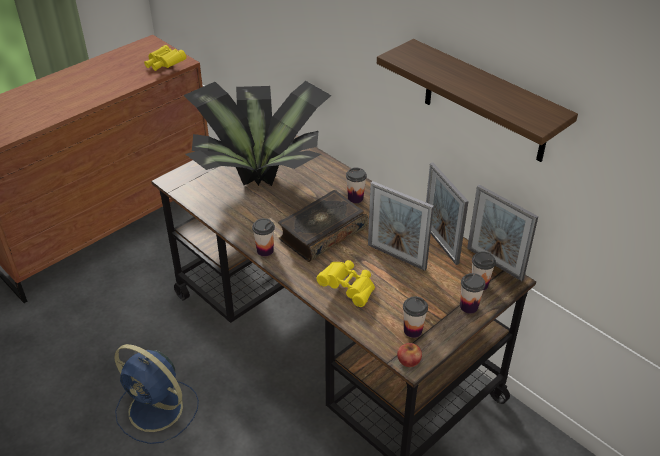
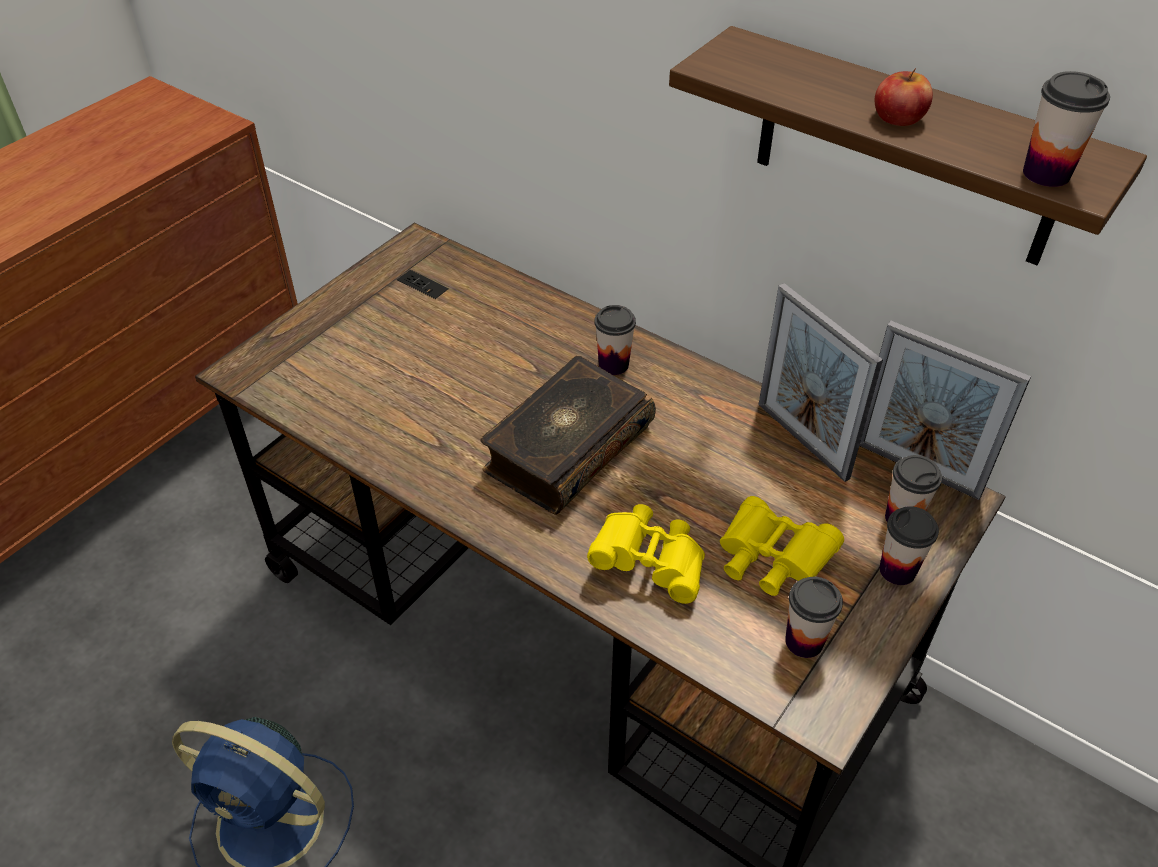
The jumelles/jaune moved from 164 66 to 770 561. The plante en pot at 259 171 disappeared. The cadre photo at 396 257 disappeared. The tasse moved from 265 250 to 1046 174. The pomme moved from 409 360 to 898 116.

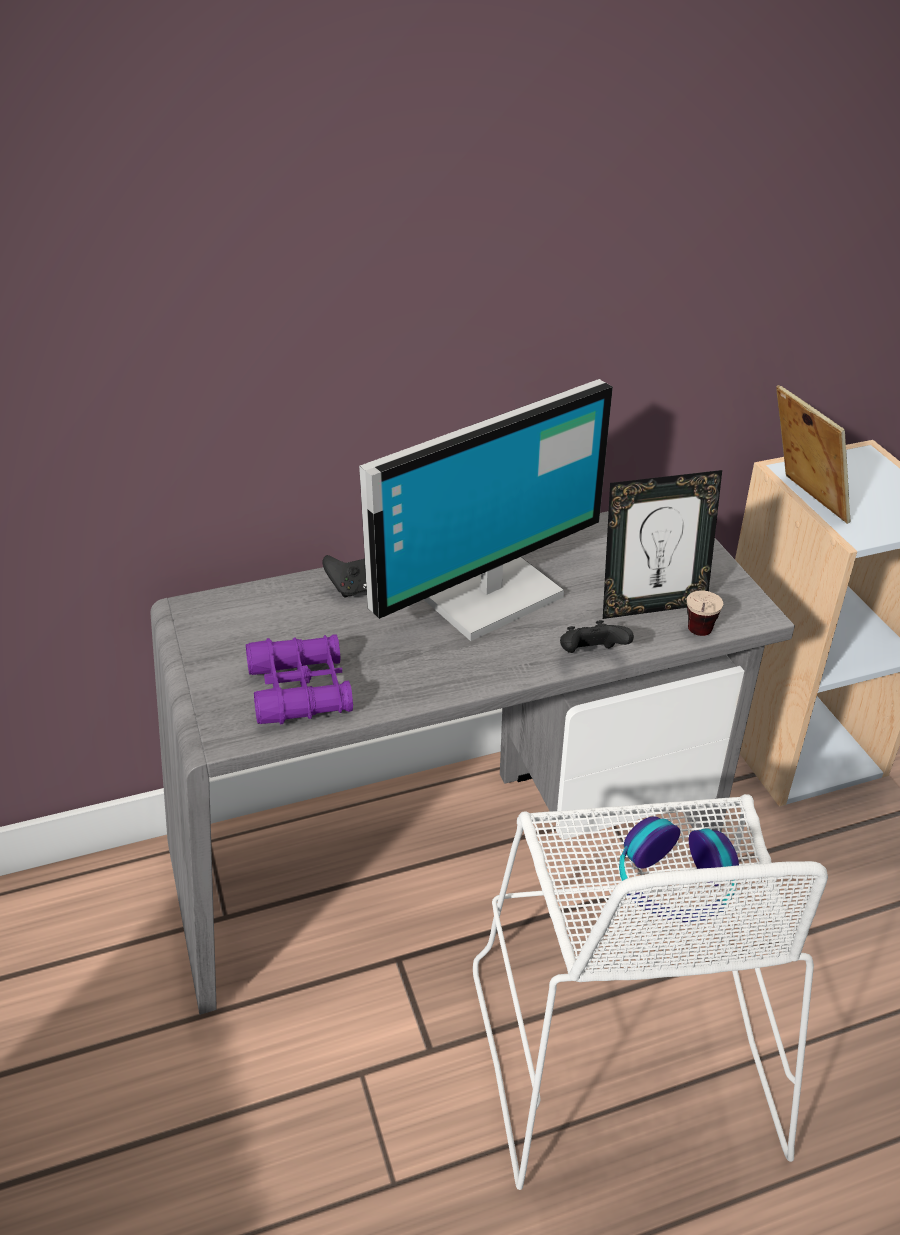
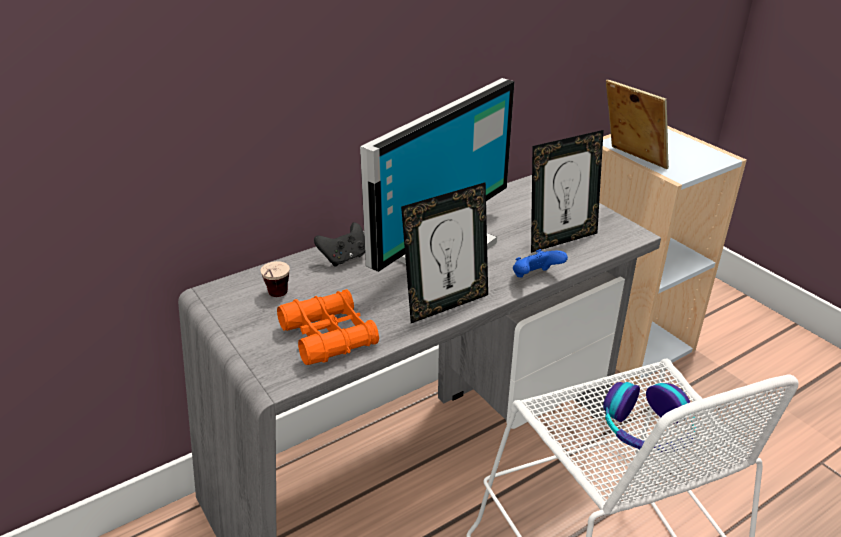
The tasse moved from 698 638 to 275 299. The manette/noir at 591 655 became the manette/bleu at 535 277. The jumelles/violet at 300 690 became the jumelles/orange at 329 336. The cadre photo at 446 304 appeared.

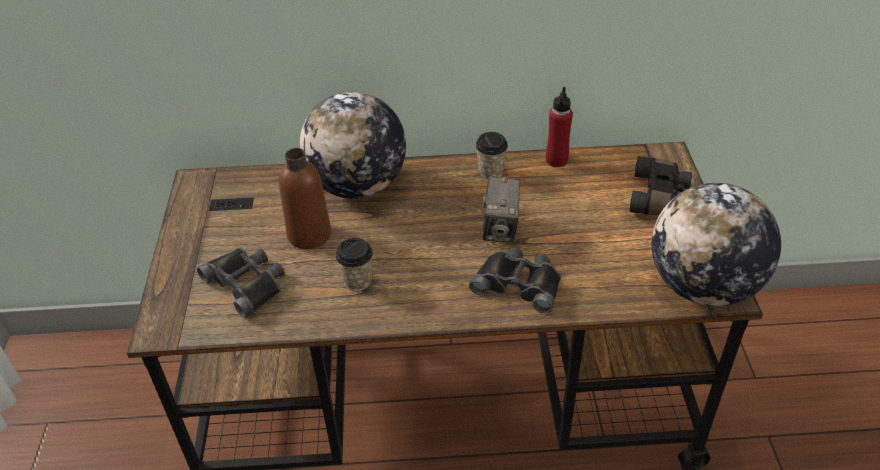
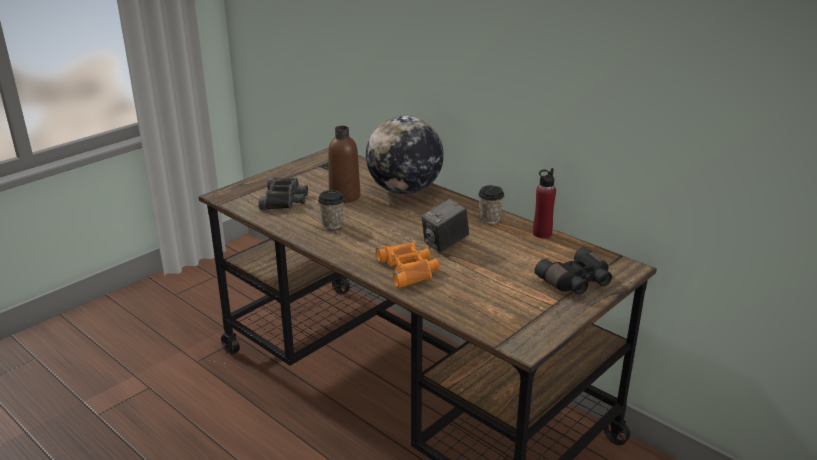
The globe at 703 287 disappeared. The jumelles/noir at 518 283 became the jumelles/orange at 408 269.

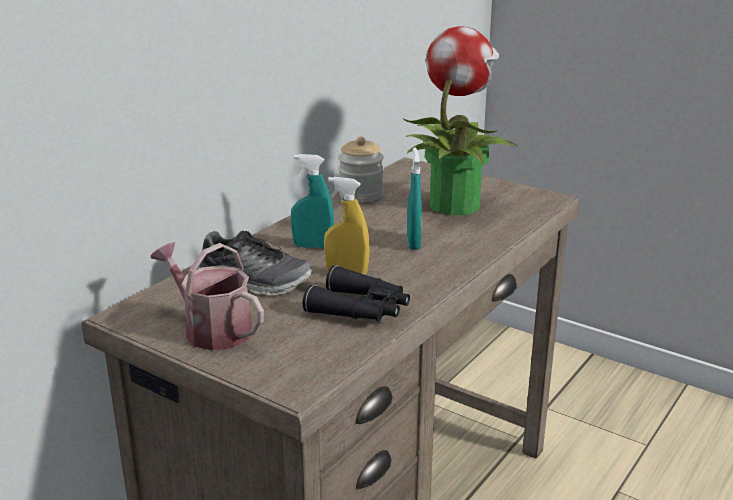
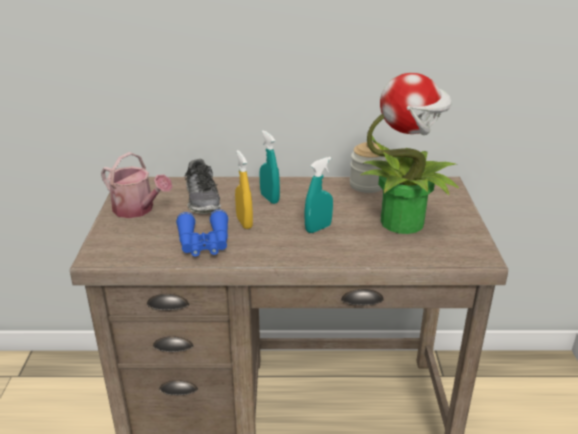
The arrosoir at 211 329 turned 120 degrees clockwise. The jumelles/noir at 360 309 became the jumelles/bleu at 204 243.

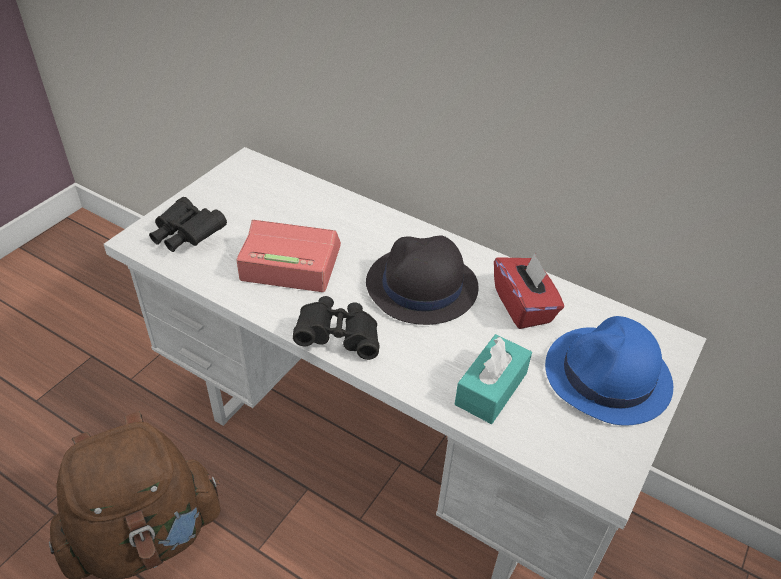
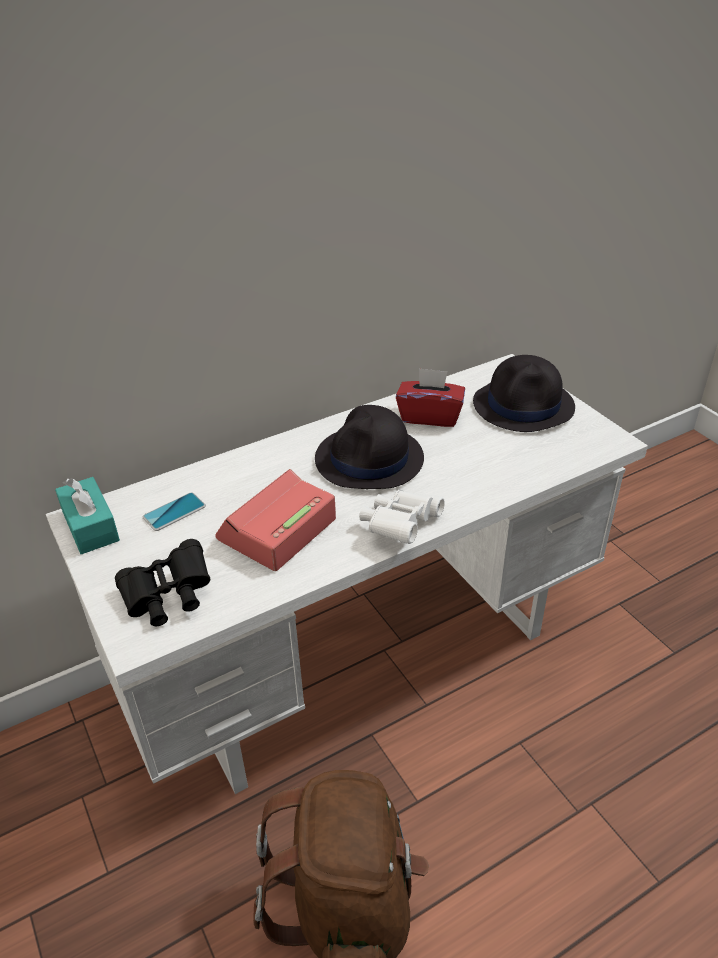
The jumelles/noir at 339 337 became the jumelles/blanc at 400 526. The chapeau/bleu at 607 377 became the chapeau/noir at 524 406. The boîte à mouchoirs/turquoise moved from 491 388 to 90 526. The téléphone at 174 512 appeared.

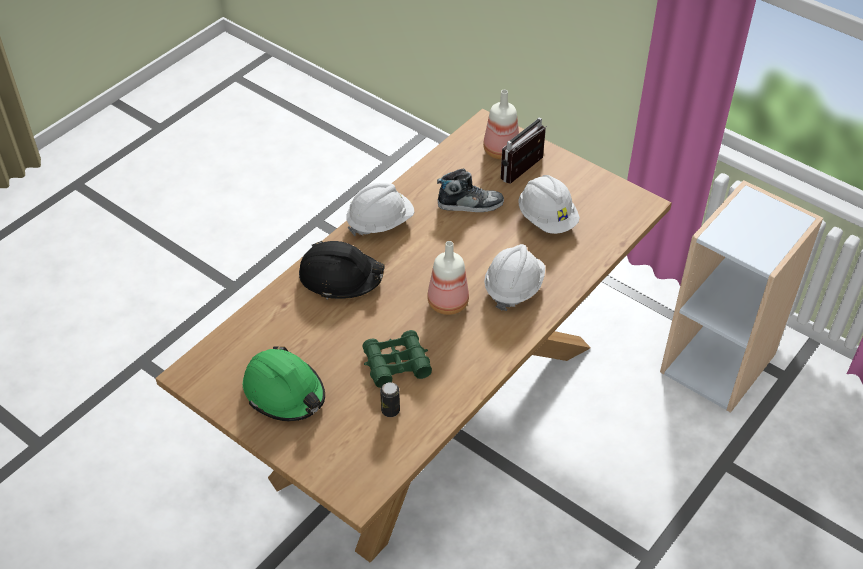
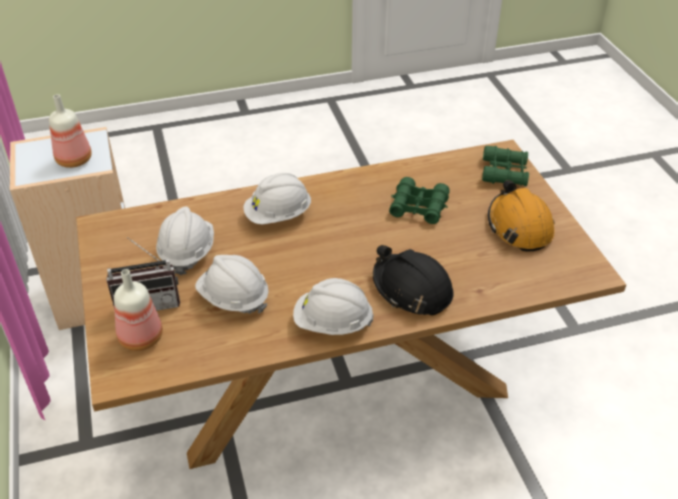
The chaussure at 470 204 was replaced by the casque de chantier/blanc at 233 298. The bouteille moved from 448 304 to 75 159. The casque de chantier/vert at 284 392 became the casque de chantier/orange at 519 226. The boîte métallique at 390 410 disappeared. The jumelles/vert at 504 172 appeared.

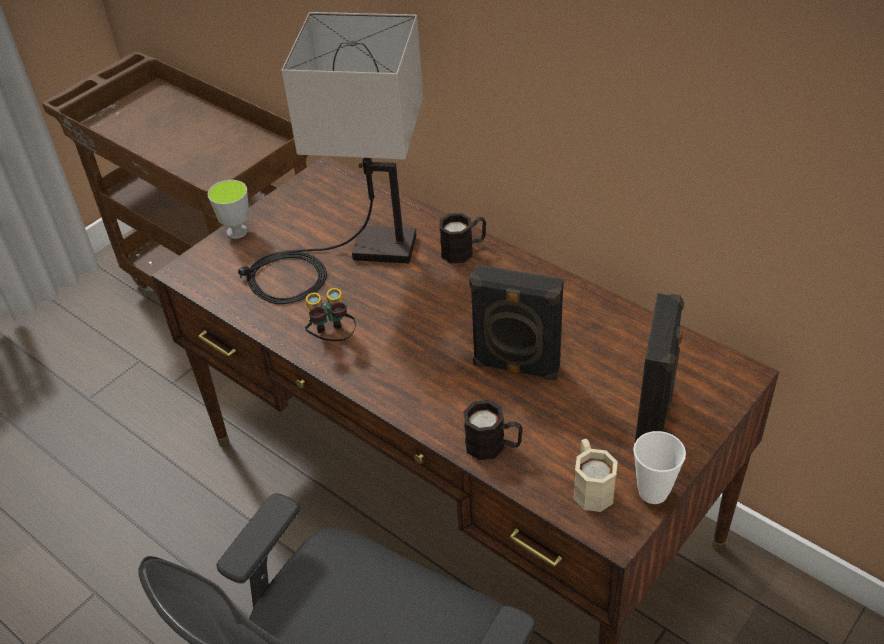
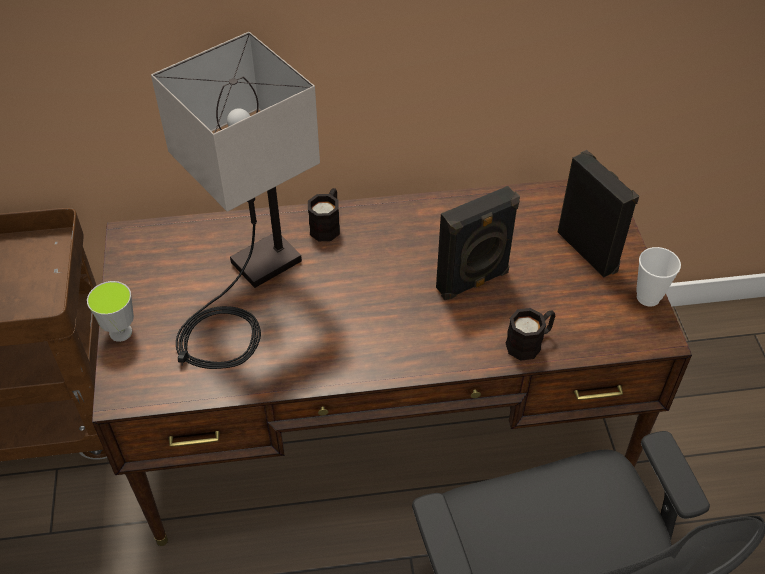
The jumelles at 332 338 disappeared. The mug/beige at 590 486 disappeared.

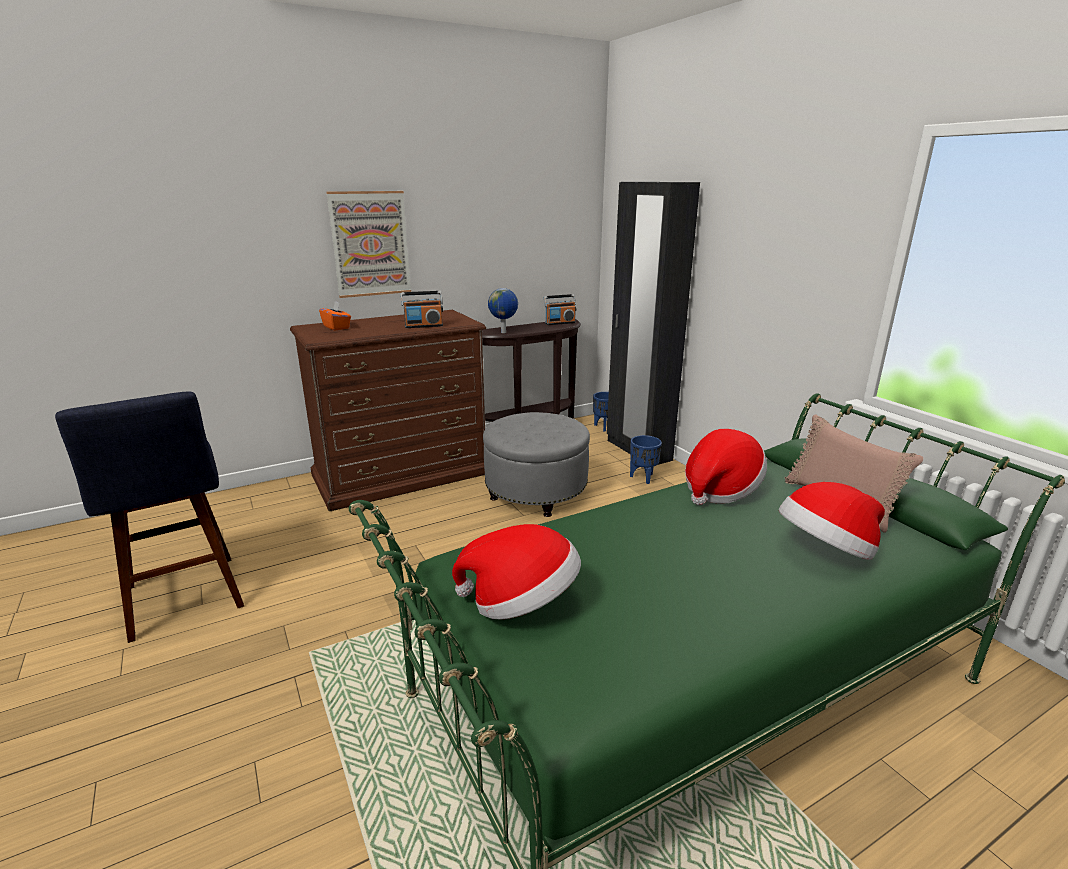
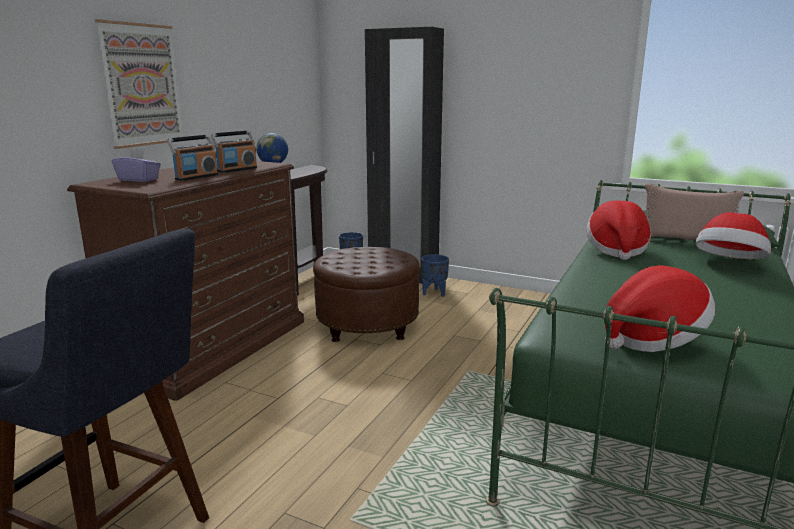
The radio moved from 560 323 to 196 177. The boîte à mouchoirs/orange at 337 327 became the boîte à mouchoirs/violet at 139 180. The pouf/gris at 536 493 became the pouf/marron at 367 326.

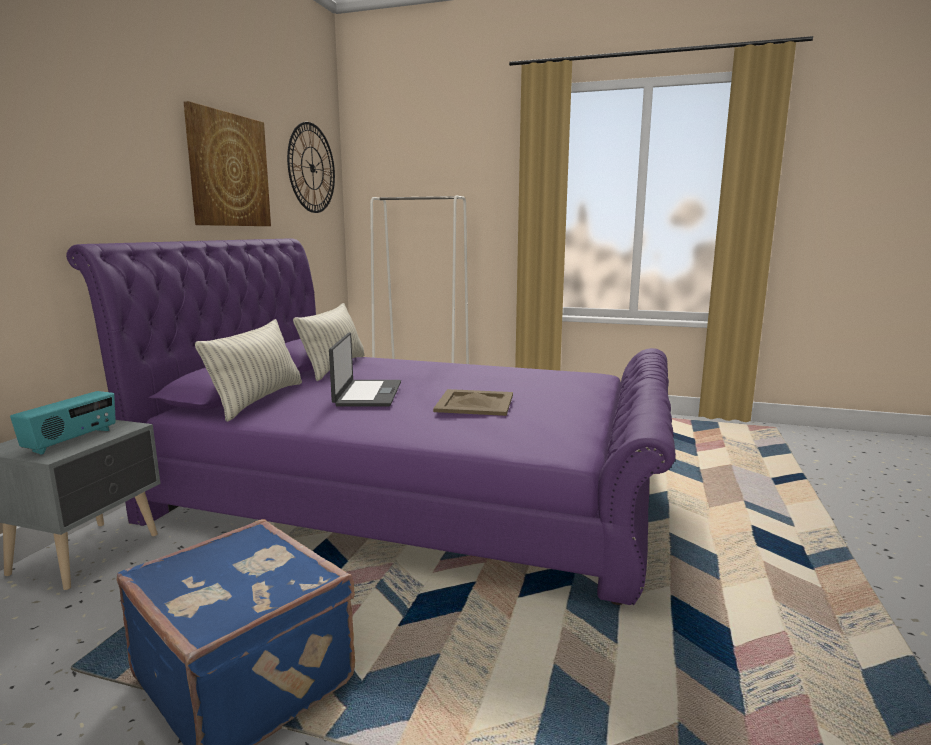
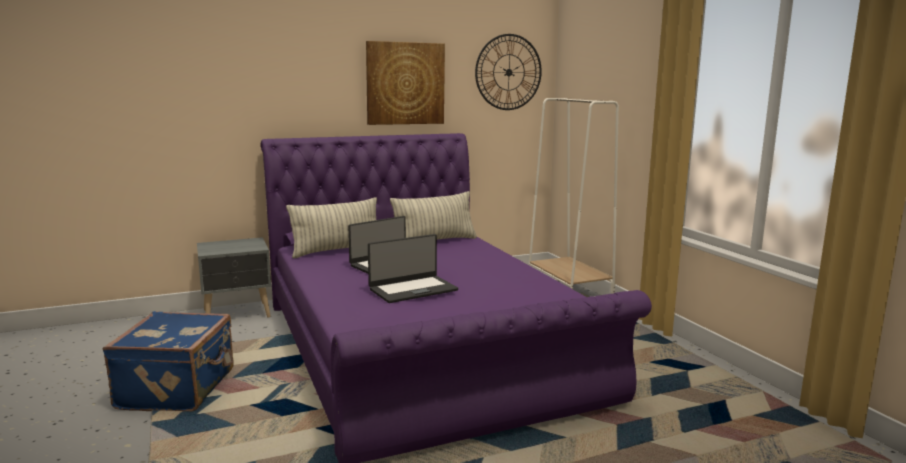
The plateau/beige at 474 403 was replaced by the ordinateur portable at 412 289. The radio at 72 441 disappeared.

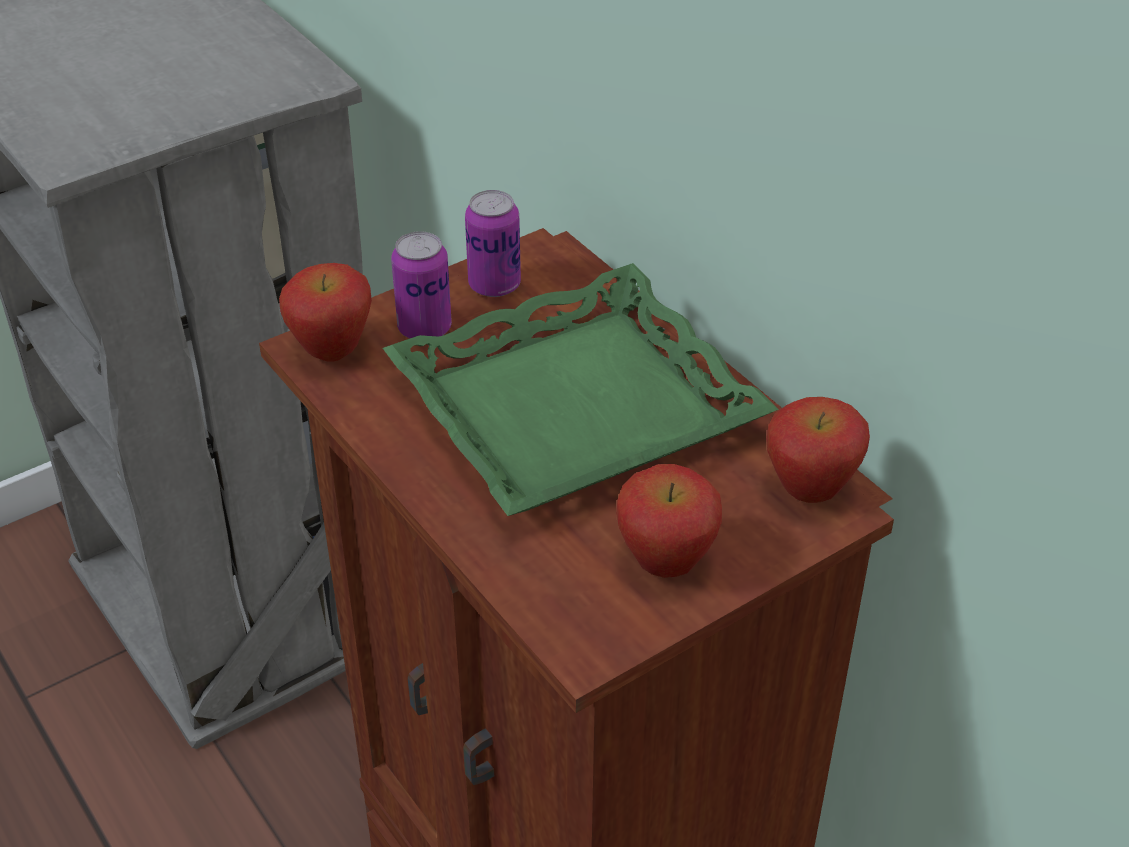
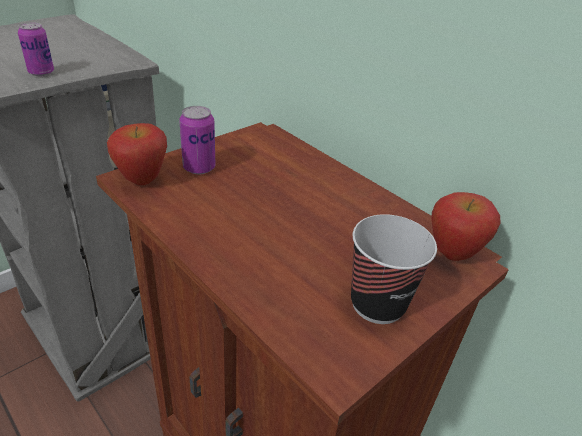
The boîte métallique moved from 494 285 to 41 72. The plateau/vert at 575 406 disappeared. The pomme at 665 564 was replaced by the tasse at 377 304.

